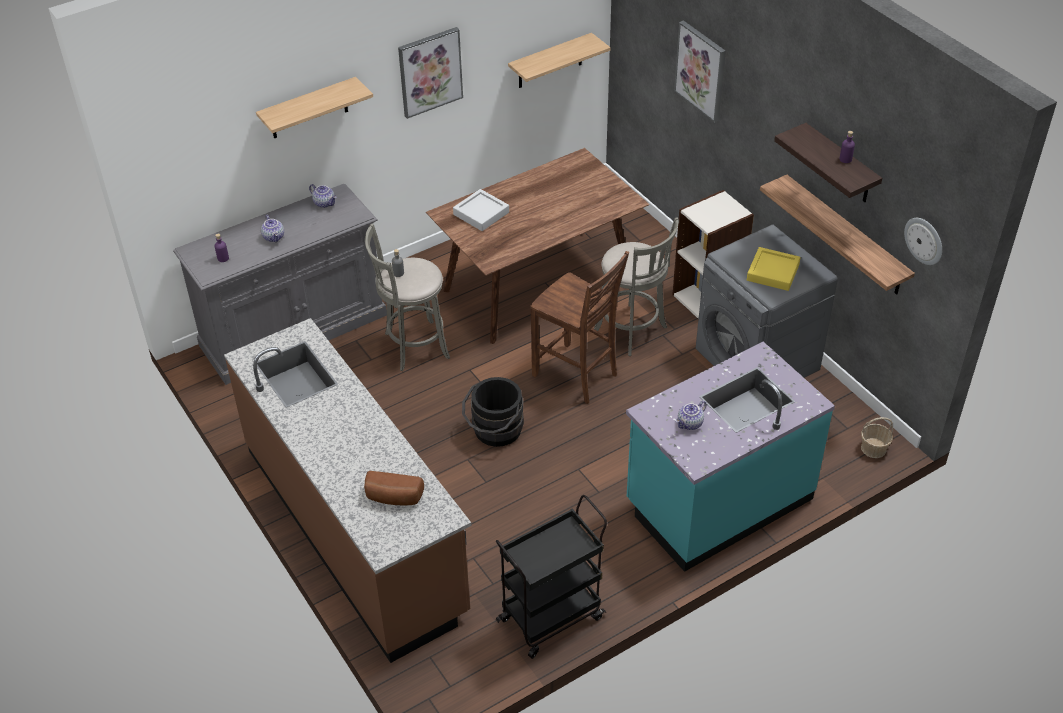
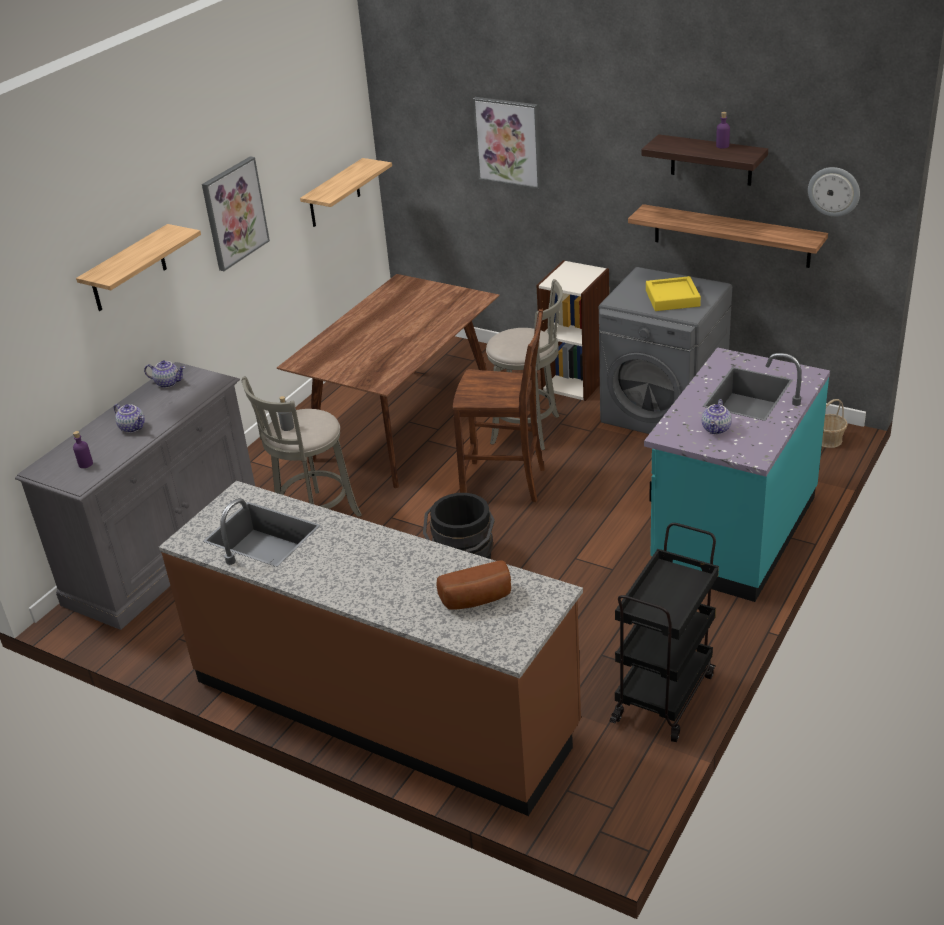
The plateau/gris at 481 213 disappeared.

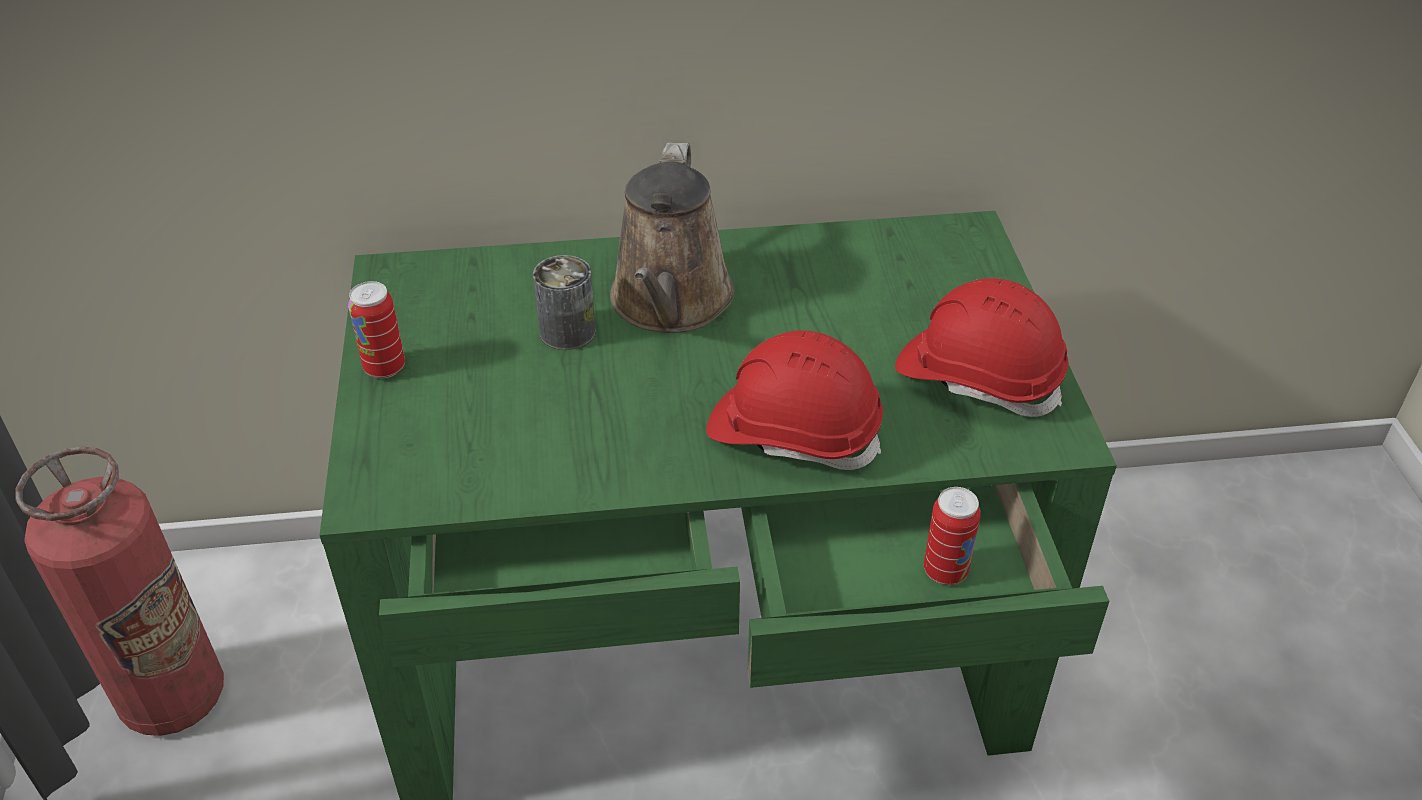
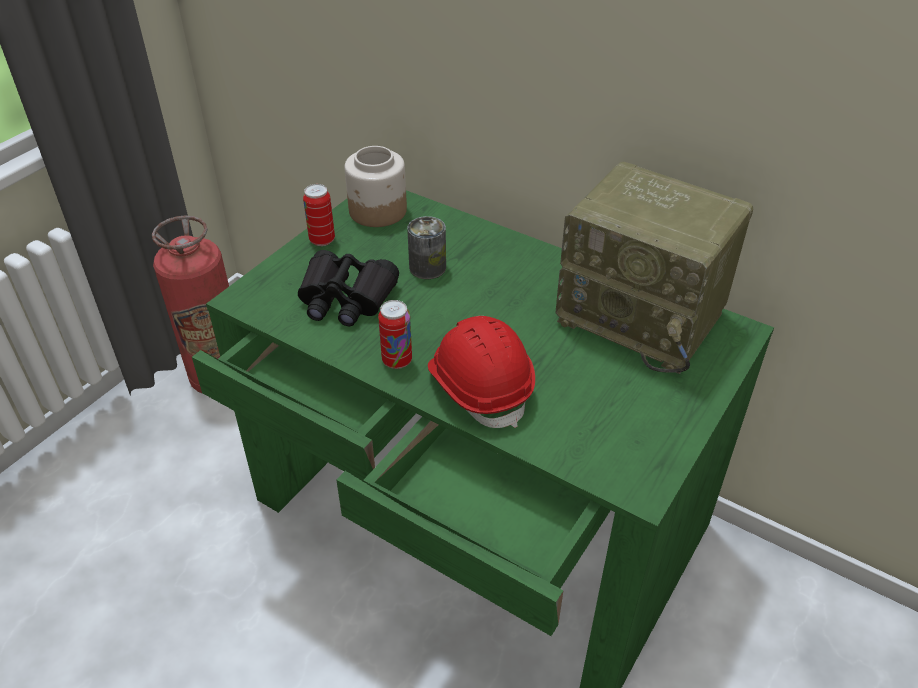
The arrosoir/marron at 670 303 disappeared. The casque de chantier/rouge at 978 377 disappeared. The boîte métallique moved from 945 571 to 397 361. The bocal at 378 211 appeared. The radio at 643 317 appeared. The jumelles/noir at 346 298 appeared.

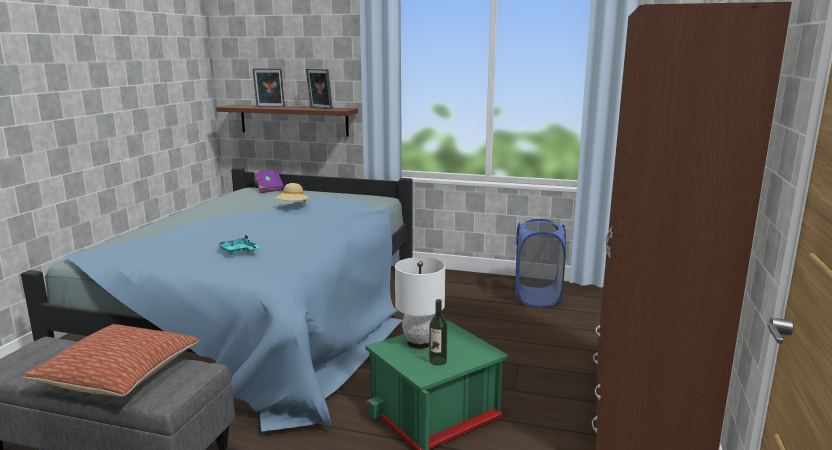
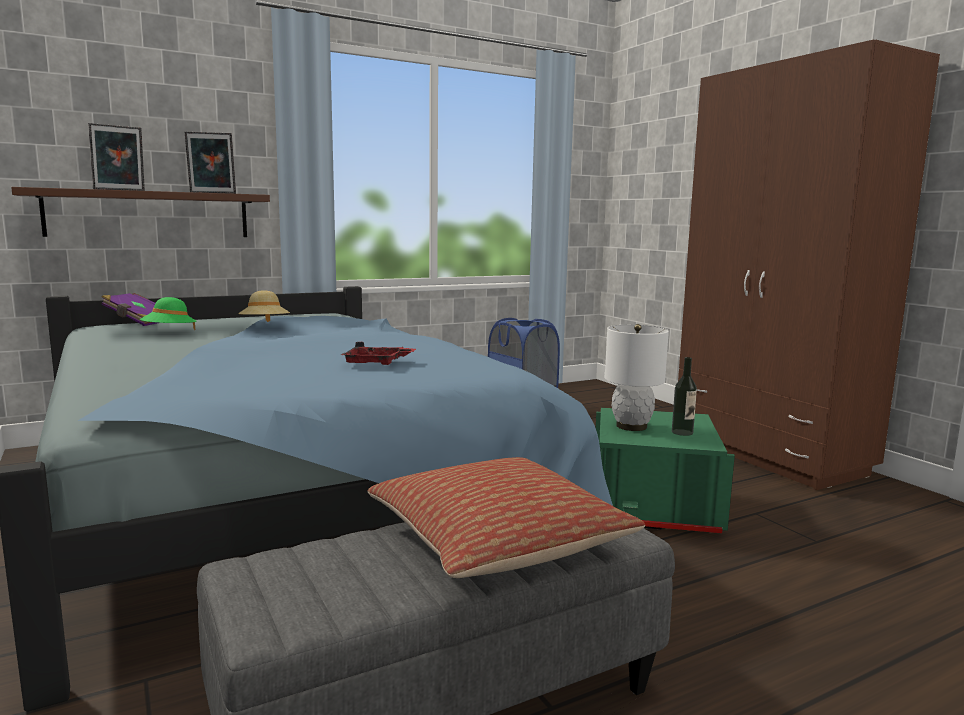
The plateau/turquoise at 239 252 became the plateau/rouge at 376 363. The chapeau/vert at 169 333 appeared.

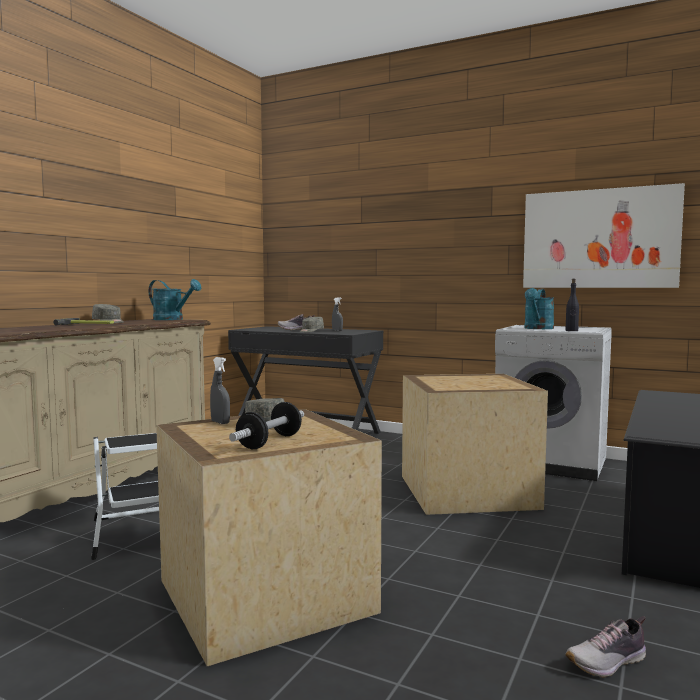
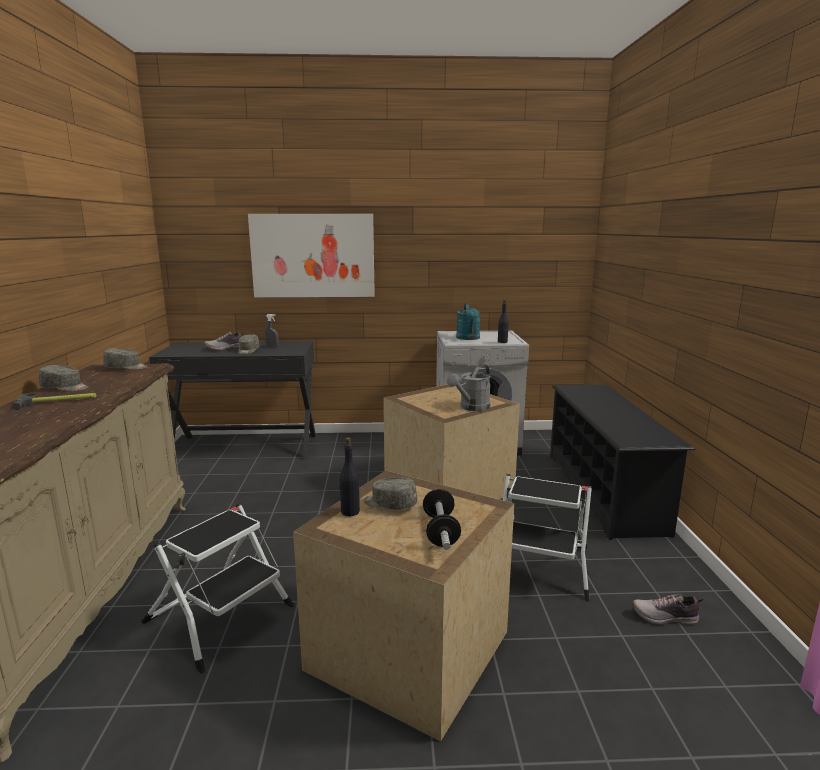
The tableau moved from 599 239 to 313 256. The arrosoir/turquoise at 172 319 was replaced by the casquette/gris at 126 367. The vaporisateur/gris at 220 422 was replaced by the bouteille/noir at 350 512. The chaussure at 608 662 turned 60 degrees clockwise. The arrosoir/gris at 471 408 appeared. The escabeau at 540 564 appeared.

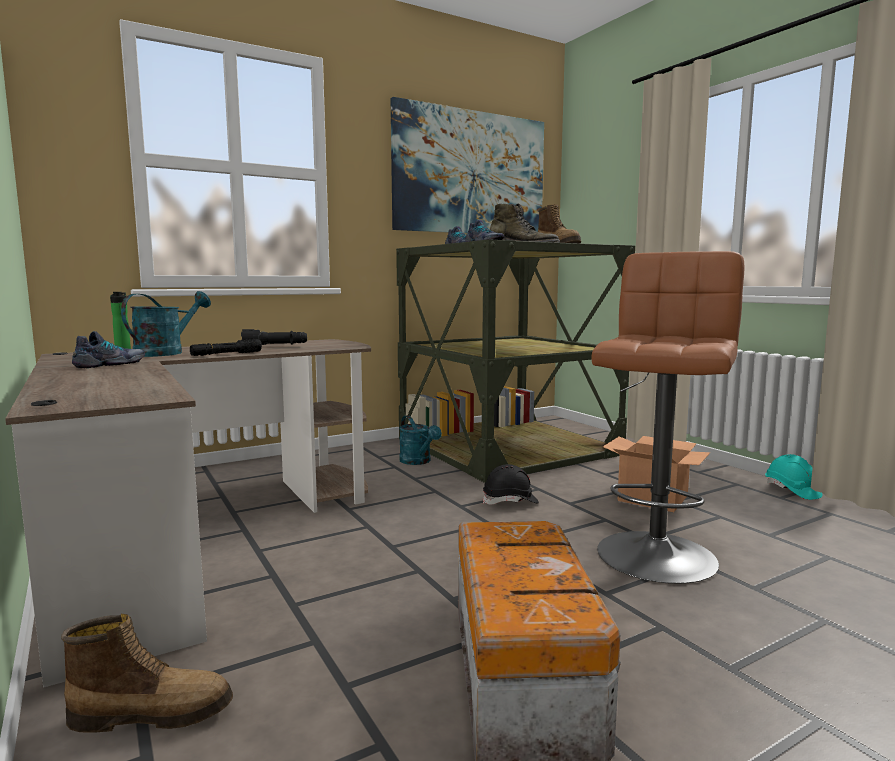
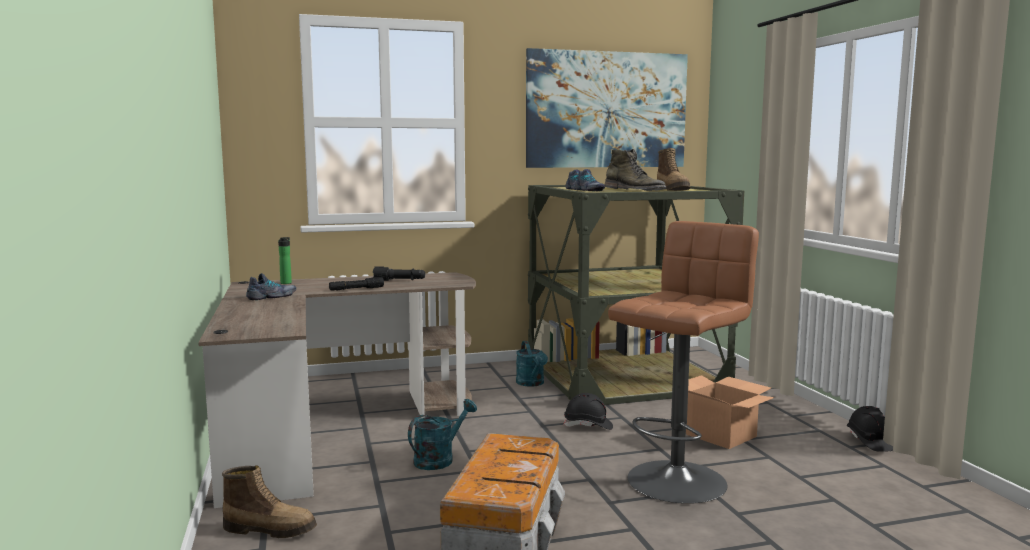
The arrosoir/turquoise moved from 166 352 to 439 459. The casque de chantier/turquoise at 791 490 became the casque de chantier/noir at 870 441.

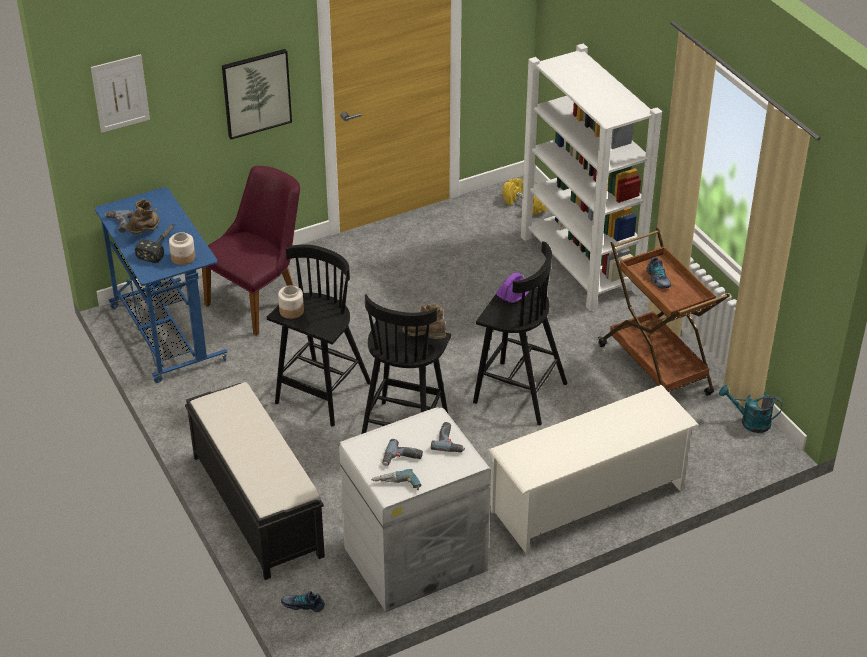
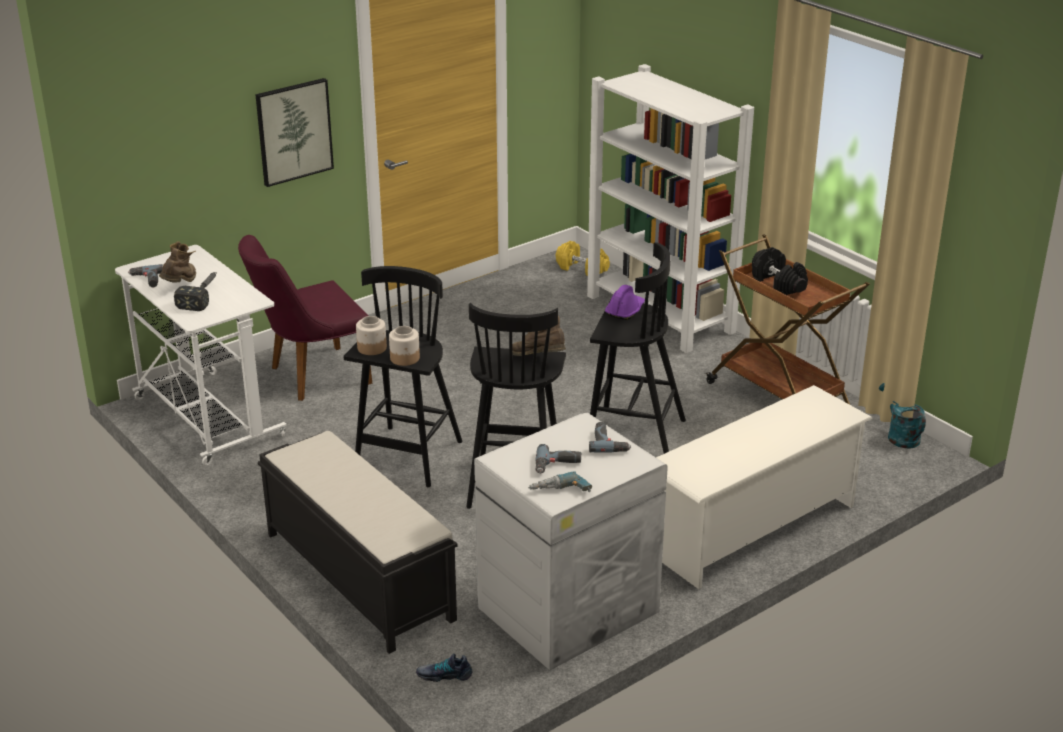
The tableau at 120 93 disappeared. The chaise/violet at 260 300 turned 150 degrees counterclockwise. The bureau/bleu at 168 333 became the bureau/blanc at 209 417. The bocal moved from 183 258 to 405 358. The chaussure at 658 279 was replaced by the haltère/noir at 778 284. The arrosoir/turquoise at 750 422 turned 60 degrees clockwise.

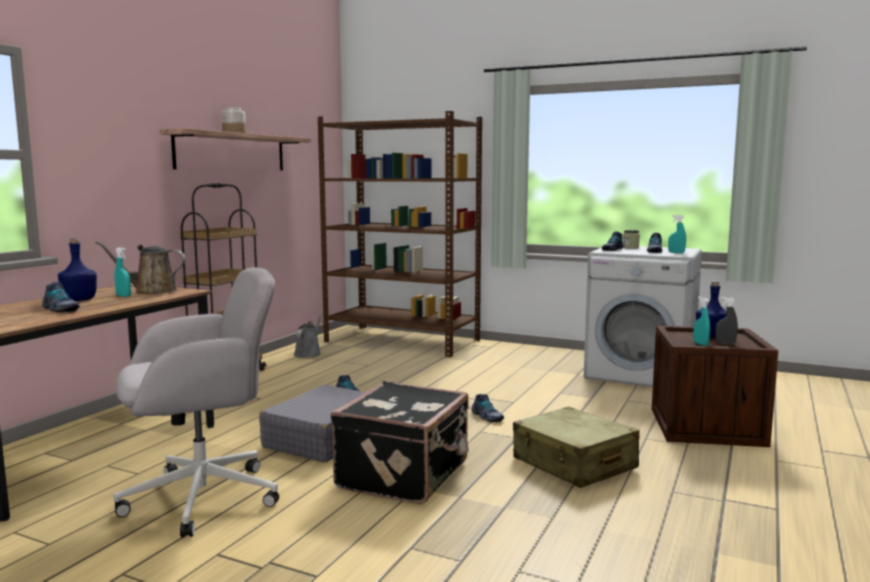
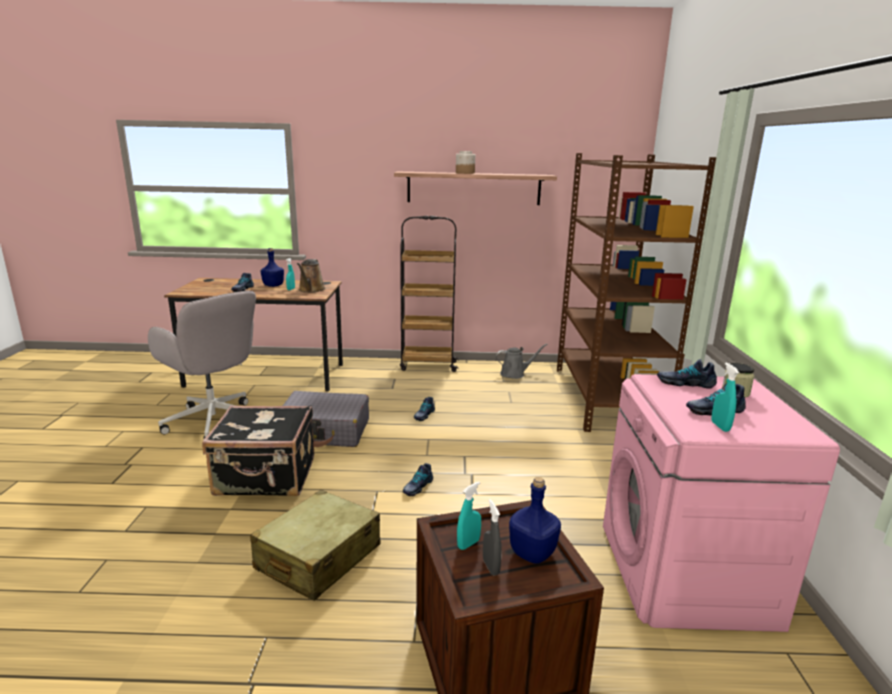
The arrosoir/marron at 151 291 turned 150 degrees counterclockwise. The lave-linge/blanc at 640 373 became the lave-linge/rose at 682 573.

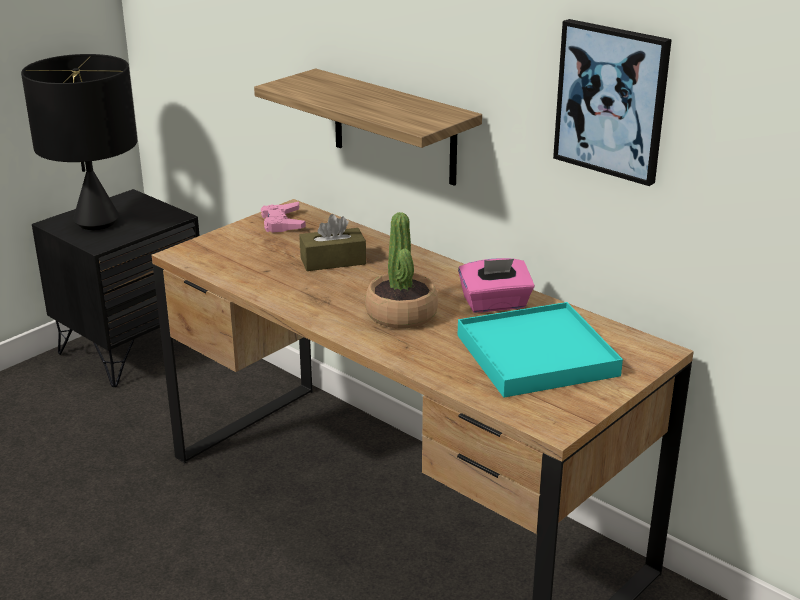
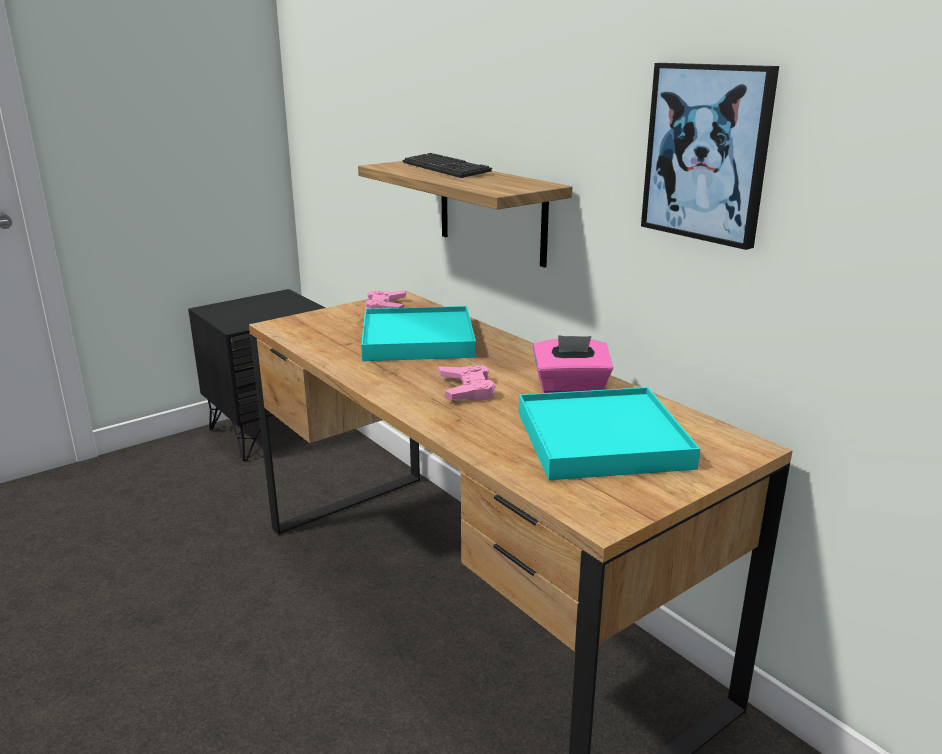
The lampe de table/noir at 97 223 disappeared. The plante en pot at 402 314 was replaced by the manette/rose at 466 389. The boîte à mouchoirs/marron at 333 261 was replaced by the plateau/turquoise at 418 339. The clavier at 445 168 appeared.

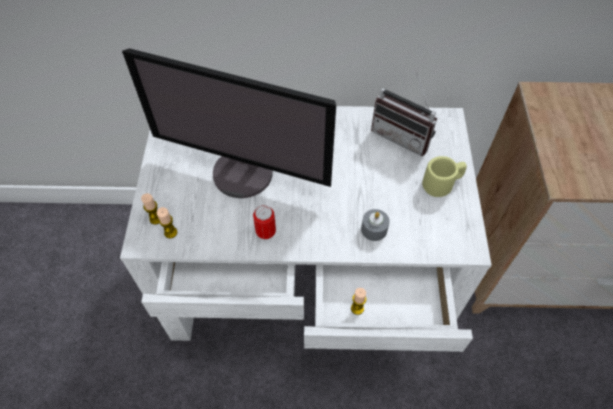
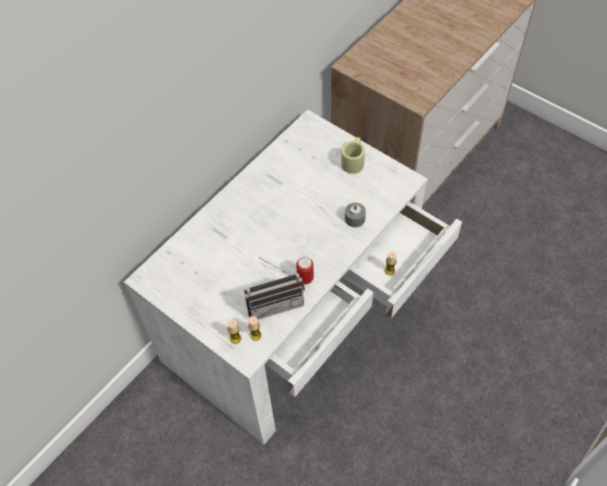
The écran d'ordinateur at 244 172 disappeared. The radio moved from 403 136 to 274 302.

